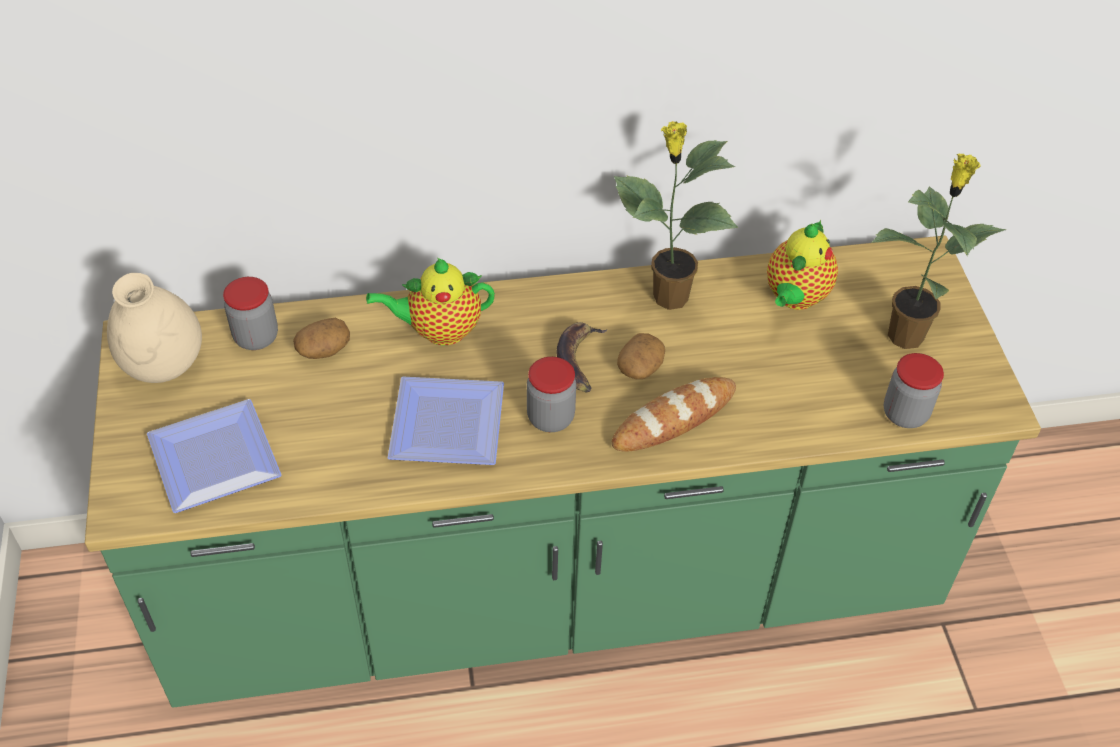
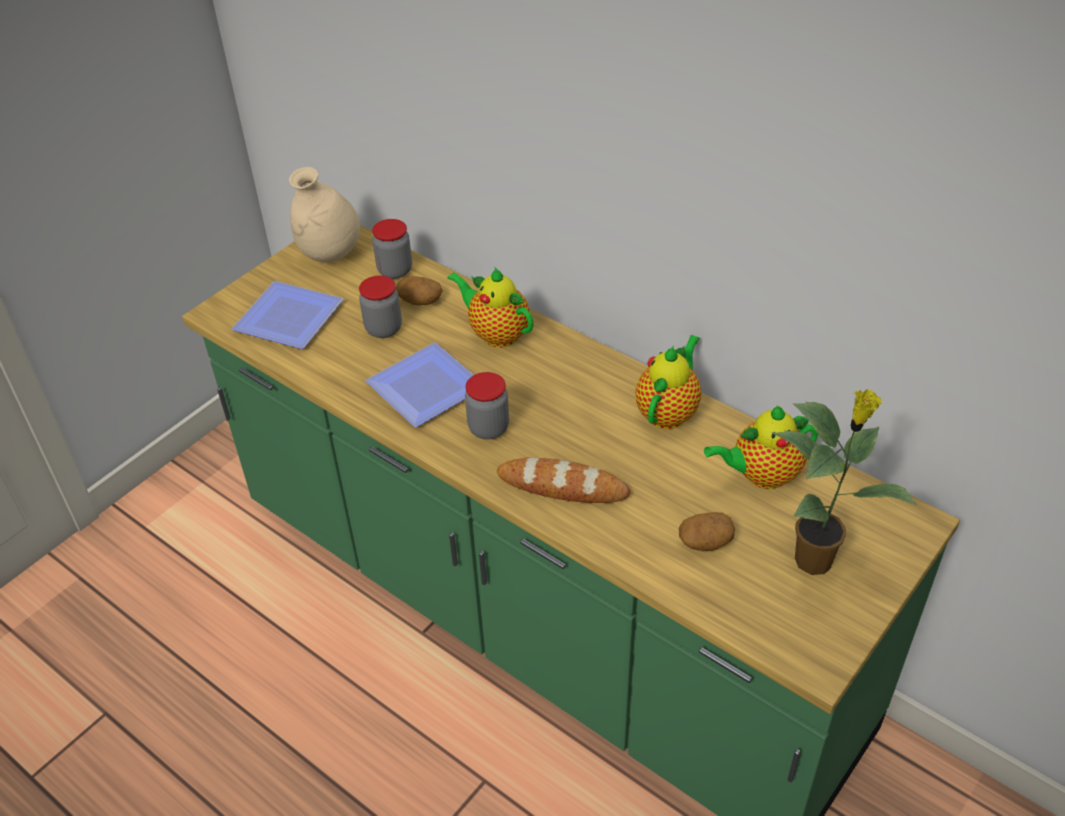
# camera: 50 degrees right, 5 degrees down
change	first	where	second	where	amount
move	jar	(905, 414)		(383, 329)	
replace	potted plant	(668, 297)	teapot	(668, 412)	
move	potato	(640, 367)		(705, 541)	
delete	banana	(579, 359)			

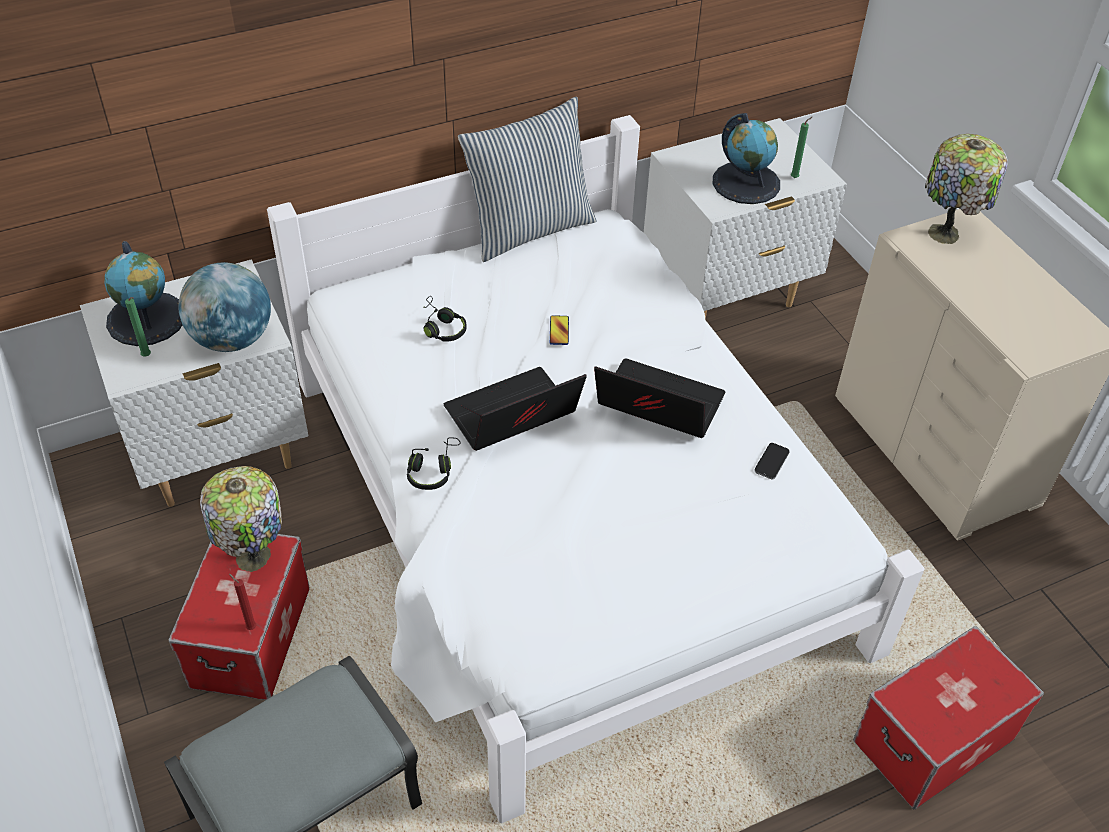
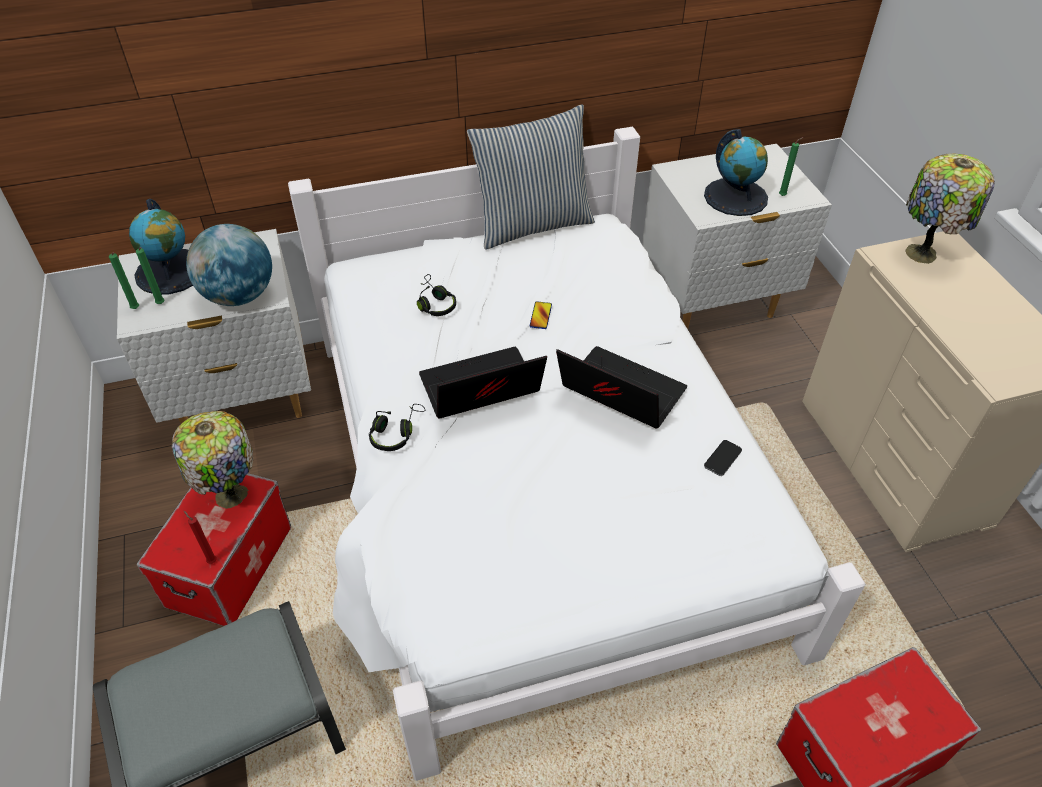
# camera: 10 degrees right, 0 degrees up
change	first	where	second	where	amount
insert			green candle	(136, 309)	

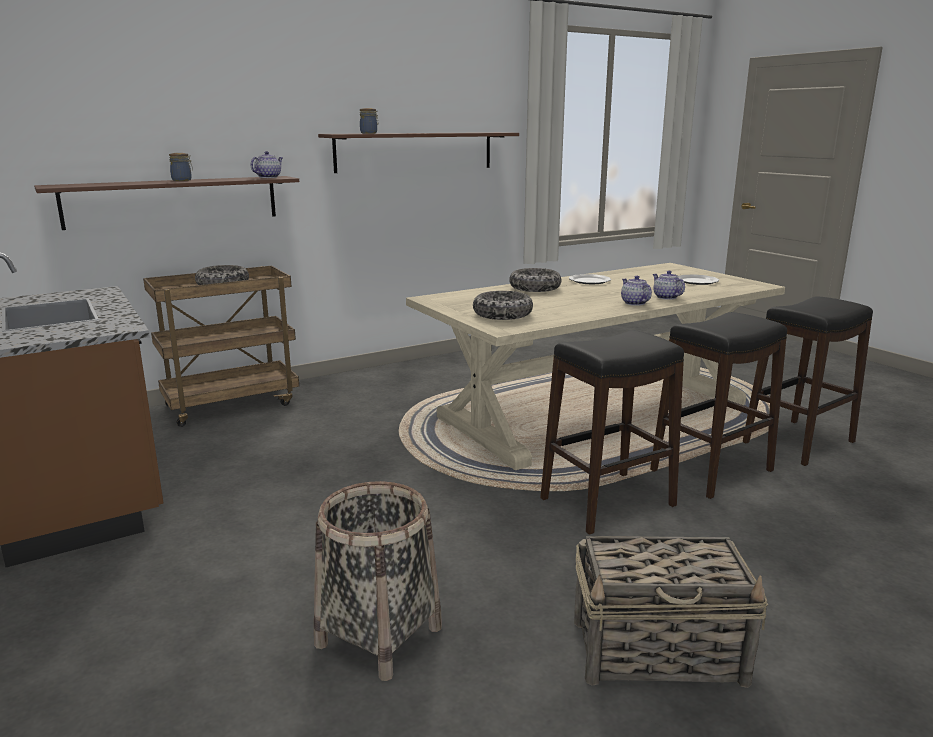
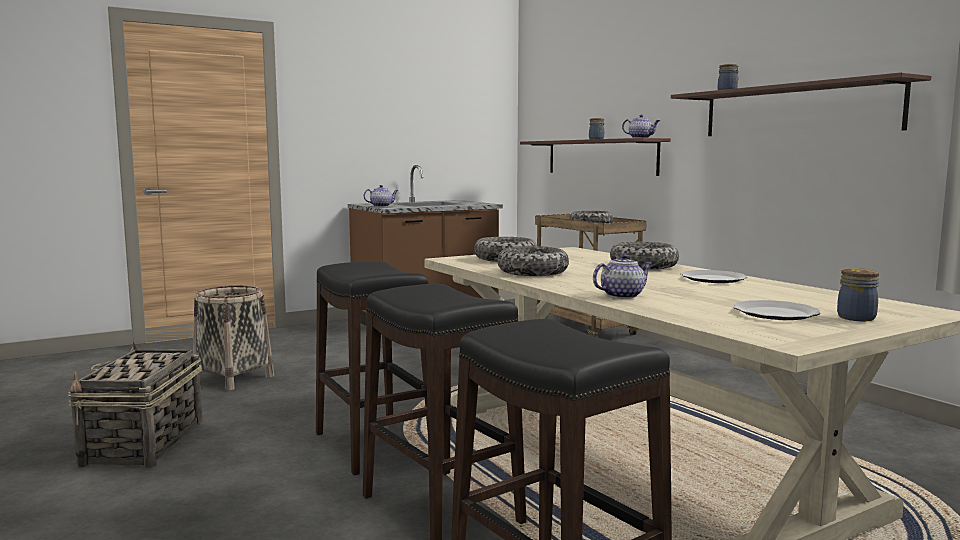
# camera: 90 degrees right, 10 degrees down
change	first	where	second	where	amount
move	teapot	(634, 303)		(381, 206)	
insert			bowl	(533, 272)	
insert			jar	(857, 318)	

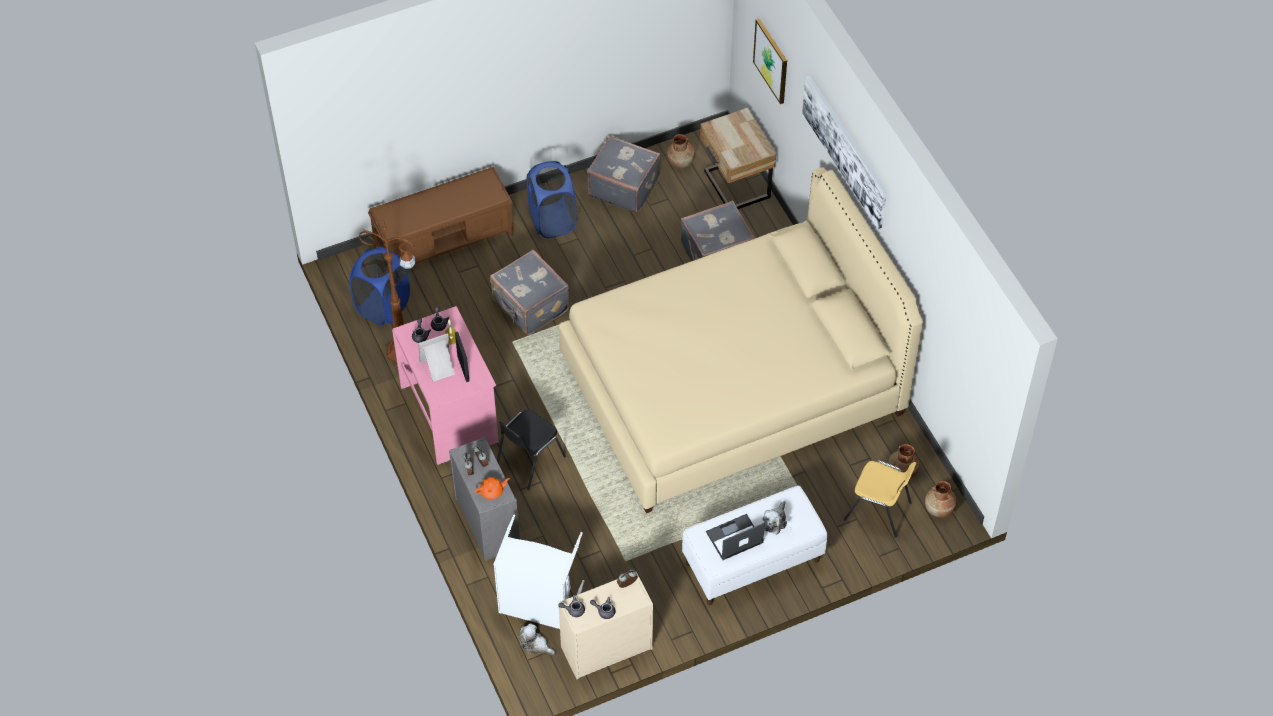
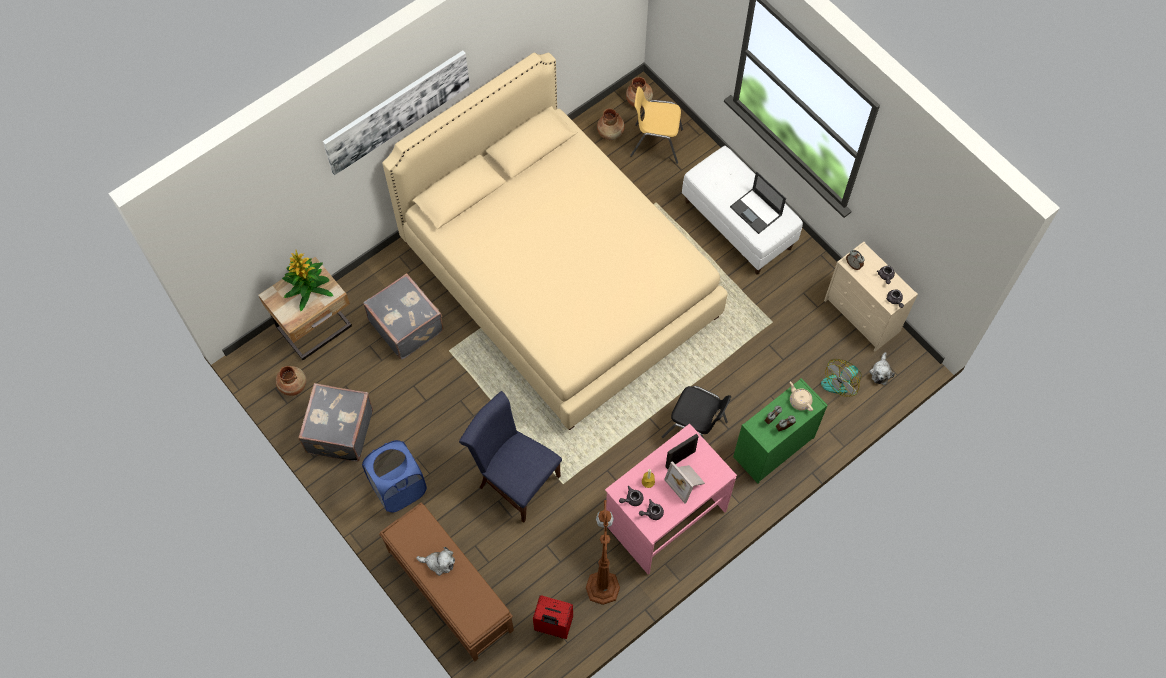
# camera: 105 degrees left, 10 degrees up
change	first	where	second	where	amount
insert			potted plant	(308, 289)	
move	plush toy	(775, 521)		(439, 563)	
replace	grey suitcase	(530, 306)	blue chair	(515, 479)	
replace	blue laundry basket	(383, 306)	red suitcase	(553, 625)	
rotate	yellow chair	(878, 511)		(656, 143)	90 degrees counterclockwise
recolor	grey dresser	(487, 521)	green dresser	(773, 448)	
recolor	orange teapot	(492, 491)	beige teapot	(799, 401)	
replace	white laundry basket	(538, 605)	fan	(841, 380)	
delete	picture	(771, 60)			

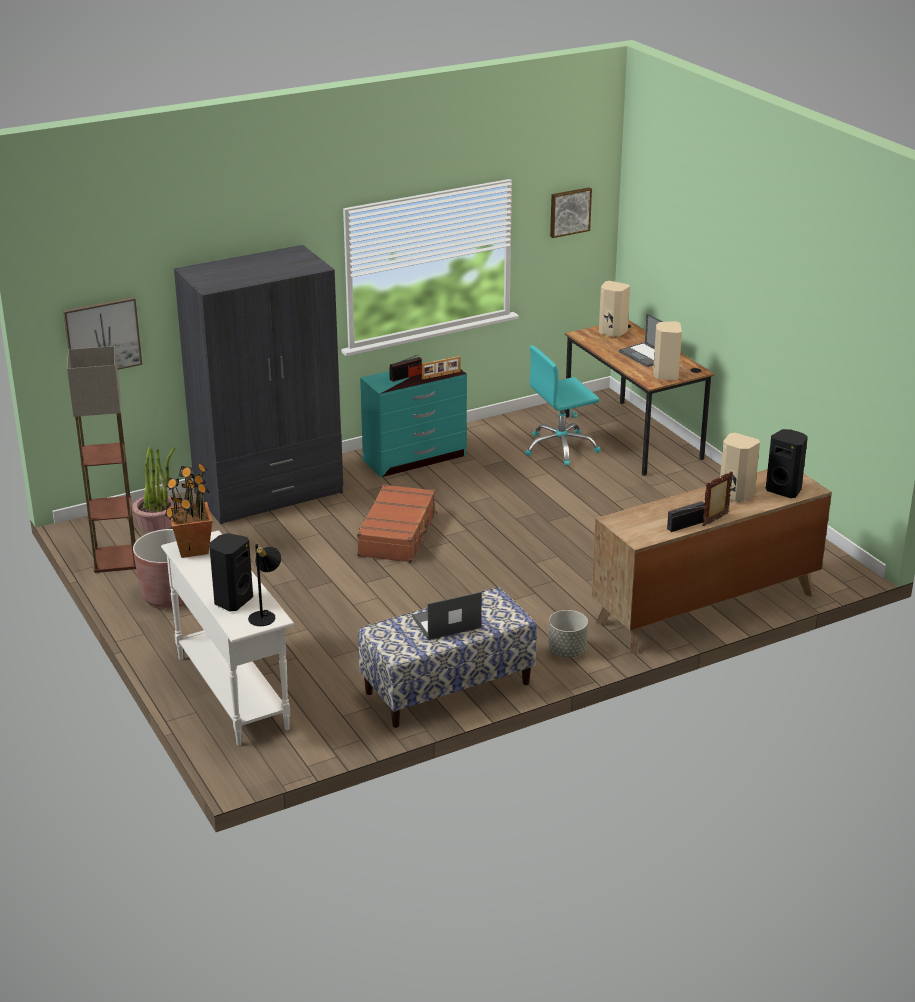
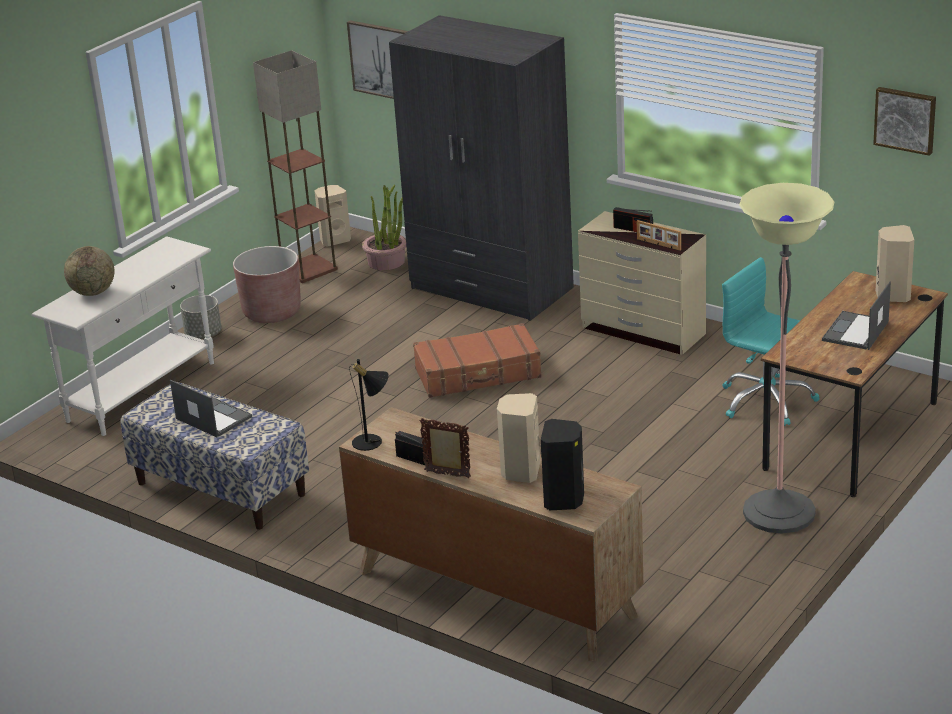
# camera: 65 degrees right, 0 degrees up
change	first	where	second	where	amount
replace	black speaker	(232, 601)	globe	(93, 292)	
move	grey planter	(566, 651)		(203, 334)	
move	beige speaker	(665, 375)		(334, 240)	
move	black table lamp	(265, 616)		(373, 442)	
recolor	turquoise dresser	(415, 458)	beige dresser	(643, 331)	
insert			floor lamp	(779, 512)	
delete	potted plant	(192, 548)			

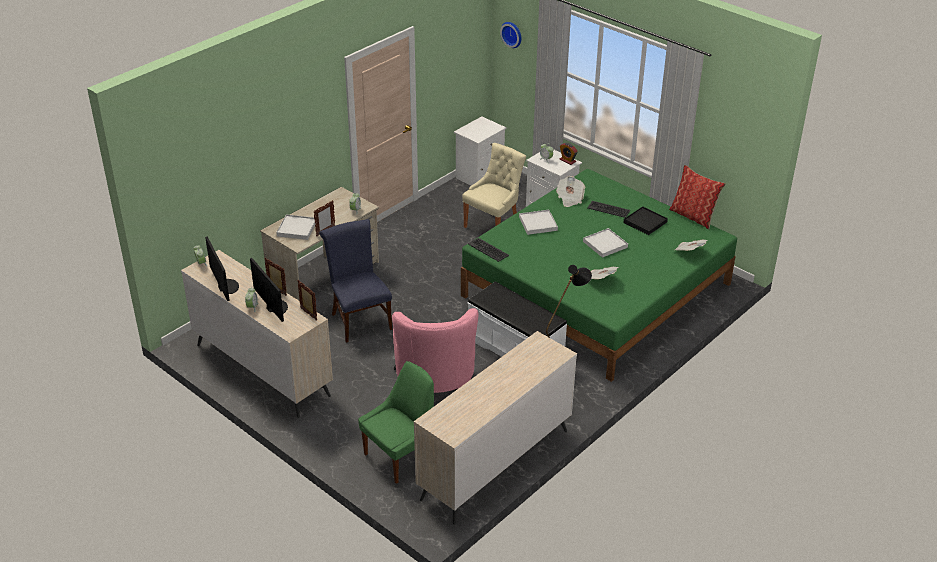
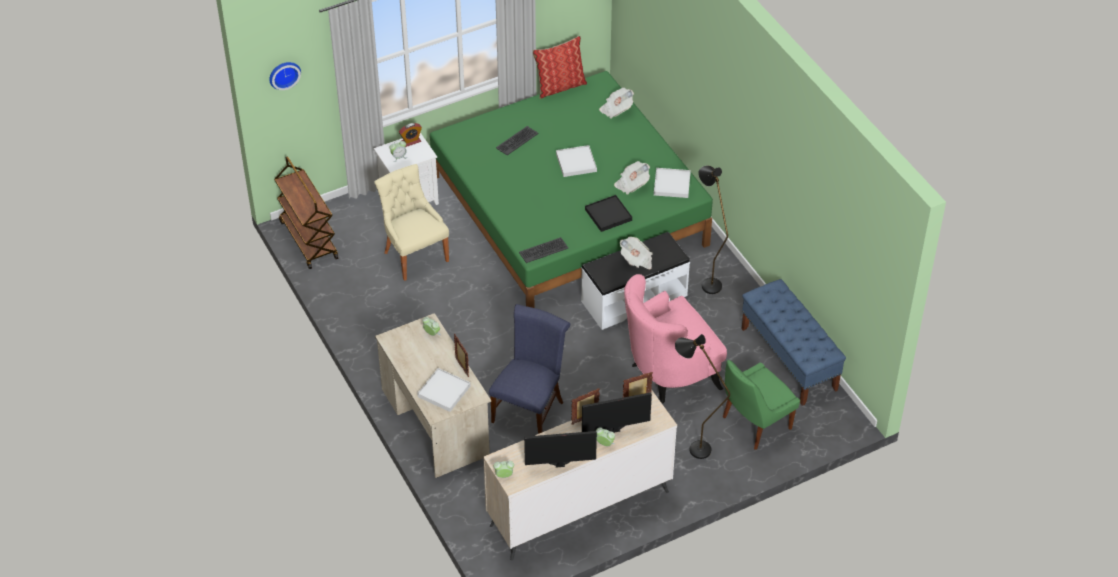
# camera: 70 degrees left, 10 degrees up
change	first	where	second	where	amount
replace	white nightstand	(479, 176)	brown cart	(308, 240)	
rotate	blue chair	(359, 319)		(530, 409)	120 degrees clockwise
move	black tray	(645, 222)		(608, 215)	
move	newspaper	(570, 198)		(636, 260)	
rotate	pink armchair	(435, 389)		(668, 374)	135 degrees clockwise
move	white tray	(538, 223)		(671, 184)	
insert			black floor lamp	(692, 448)	
rotate	green chair	(401, 456)		(754, 424)	105 degrees counterclockwise
replace	beige dresser	(494, 464)	blue bench	(789, 359)	

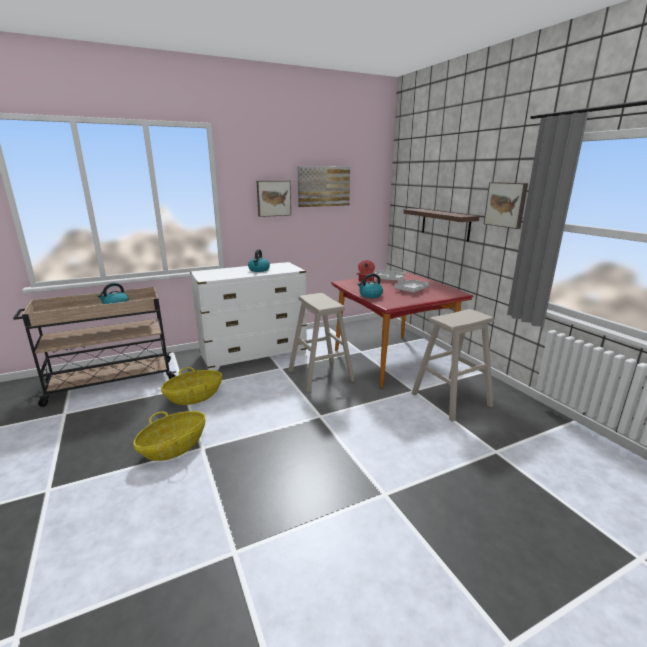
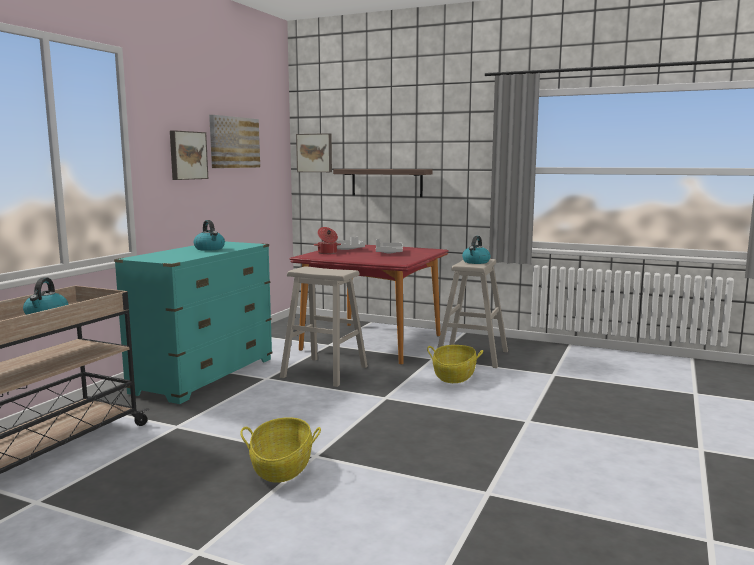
# camera: 40 degrees left, 10 degrees down
change	first	where	second	where	amount
recolor	white dresser	(253, 354)	turquoise dresser	(204, 376)	
move	picture	(506, 204)		(315, 153)	
move	basket	(194, 397)		(454, 376)	
move	kettle	(370, 295)		(476, 262)	

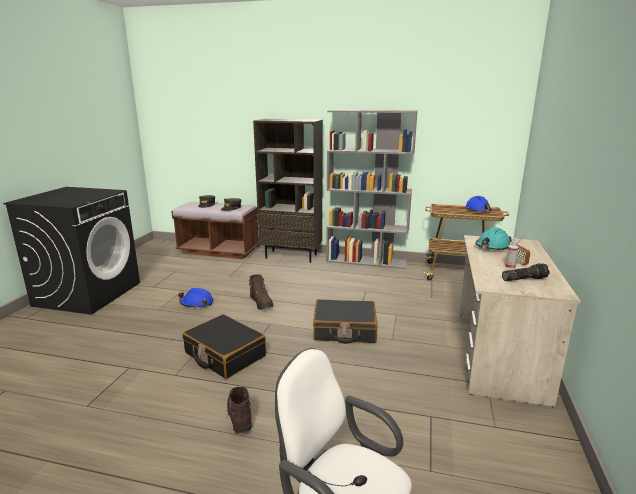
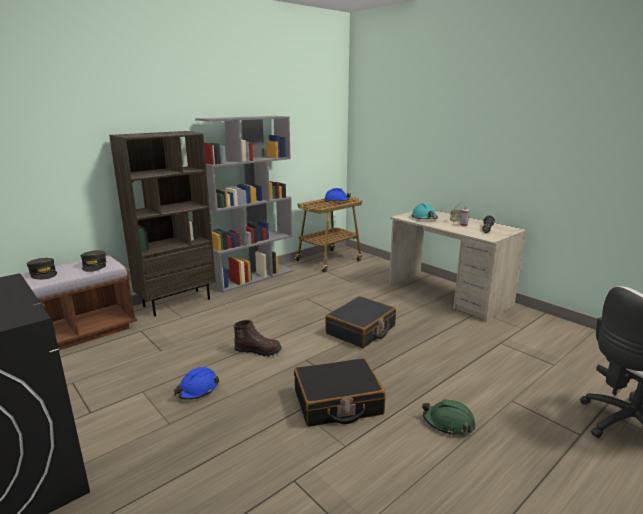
# camera: 55 degrees left, 0 degrees up
change	first	where	second	where	amount
replace	brown boot	(239, 416)	green hard hat	(448, 423)	

